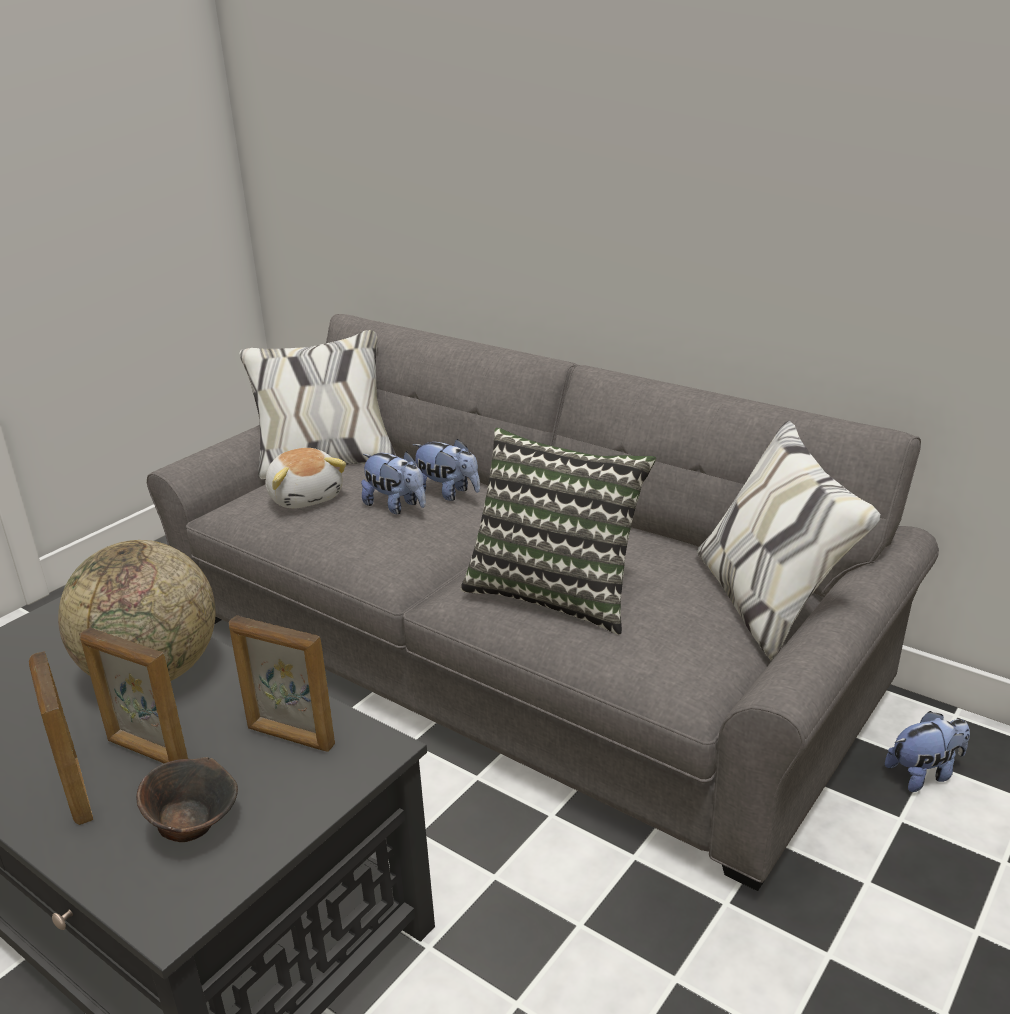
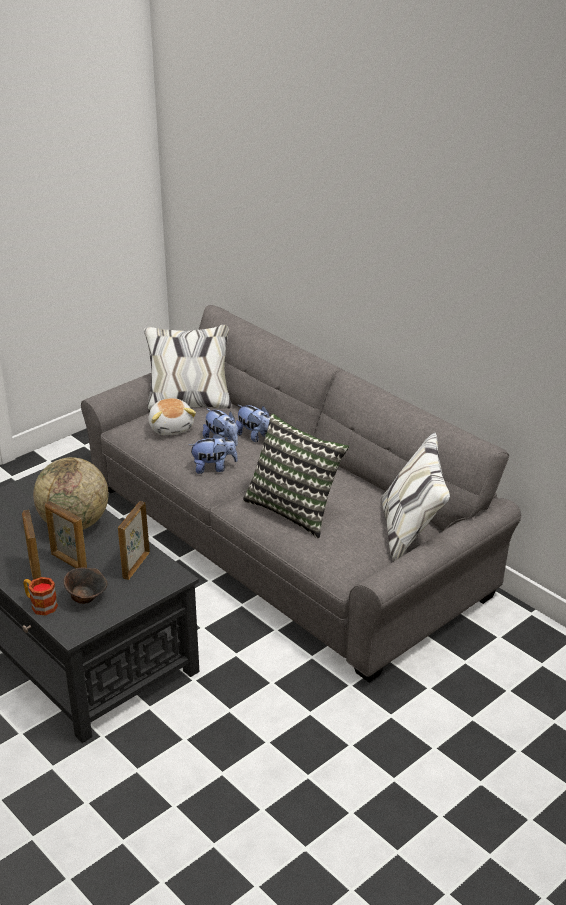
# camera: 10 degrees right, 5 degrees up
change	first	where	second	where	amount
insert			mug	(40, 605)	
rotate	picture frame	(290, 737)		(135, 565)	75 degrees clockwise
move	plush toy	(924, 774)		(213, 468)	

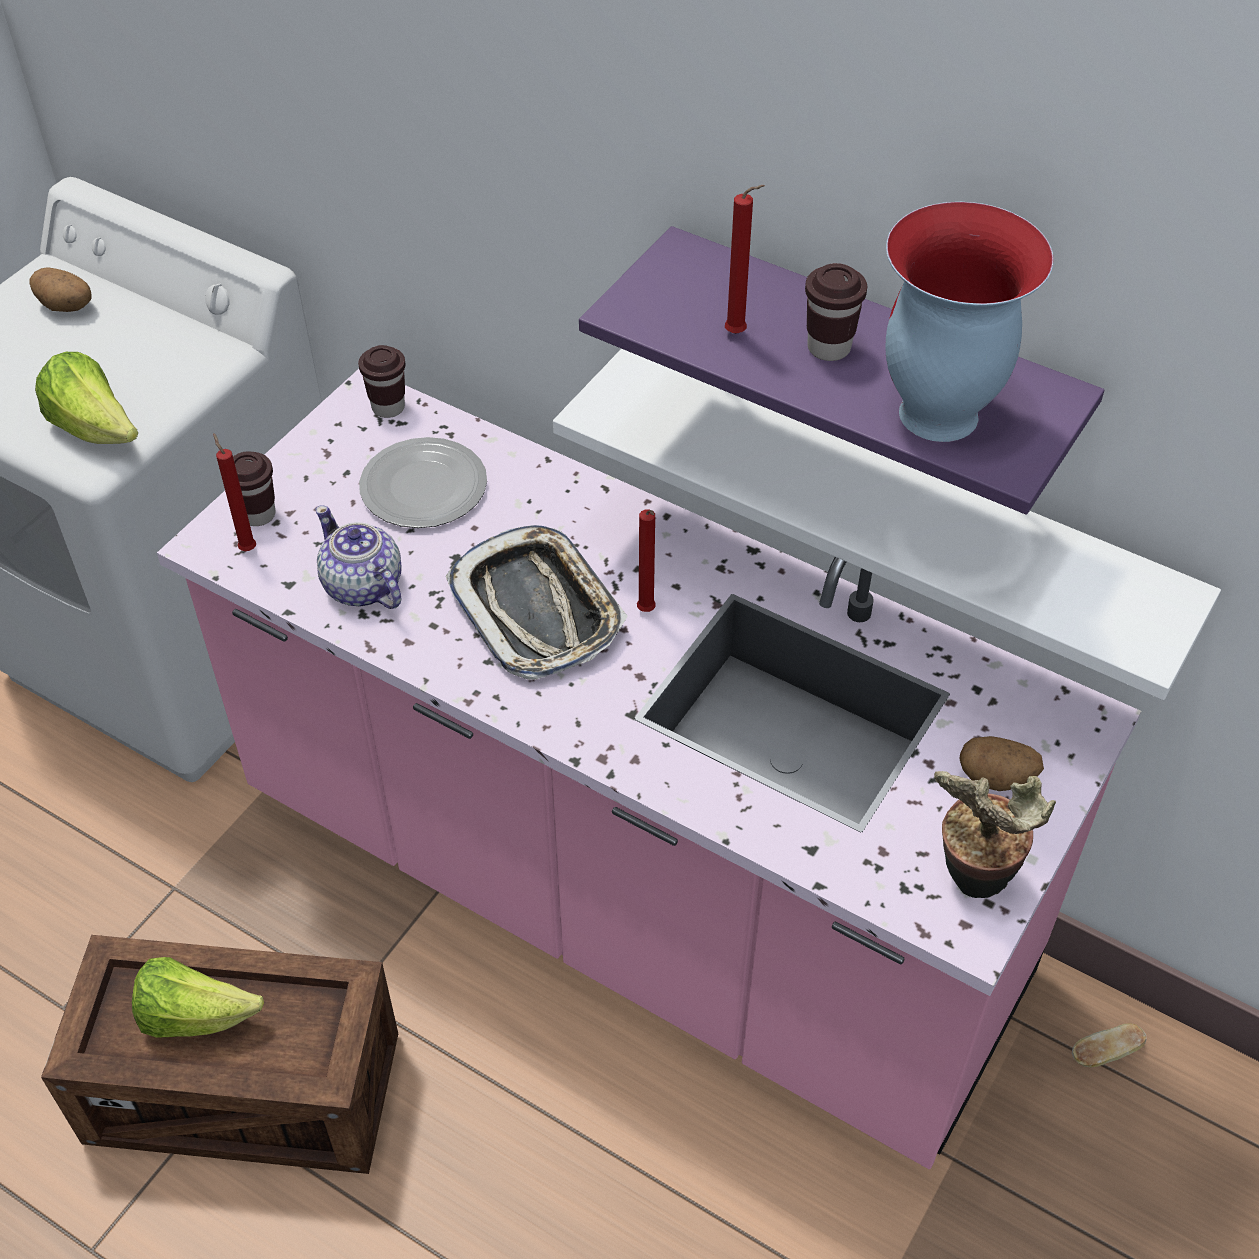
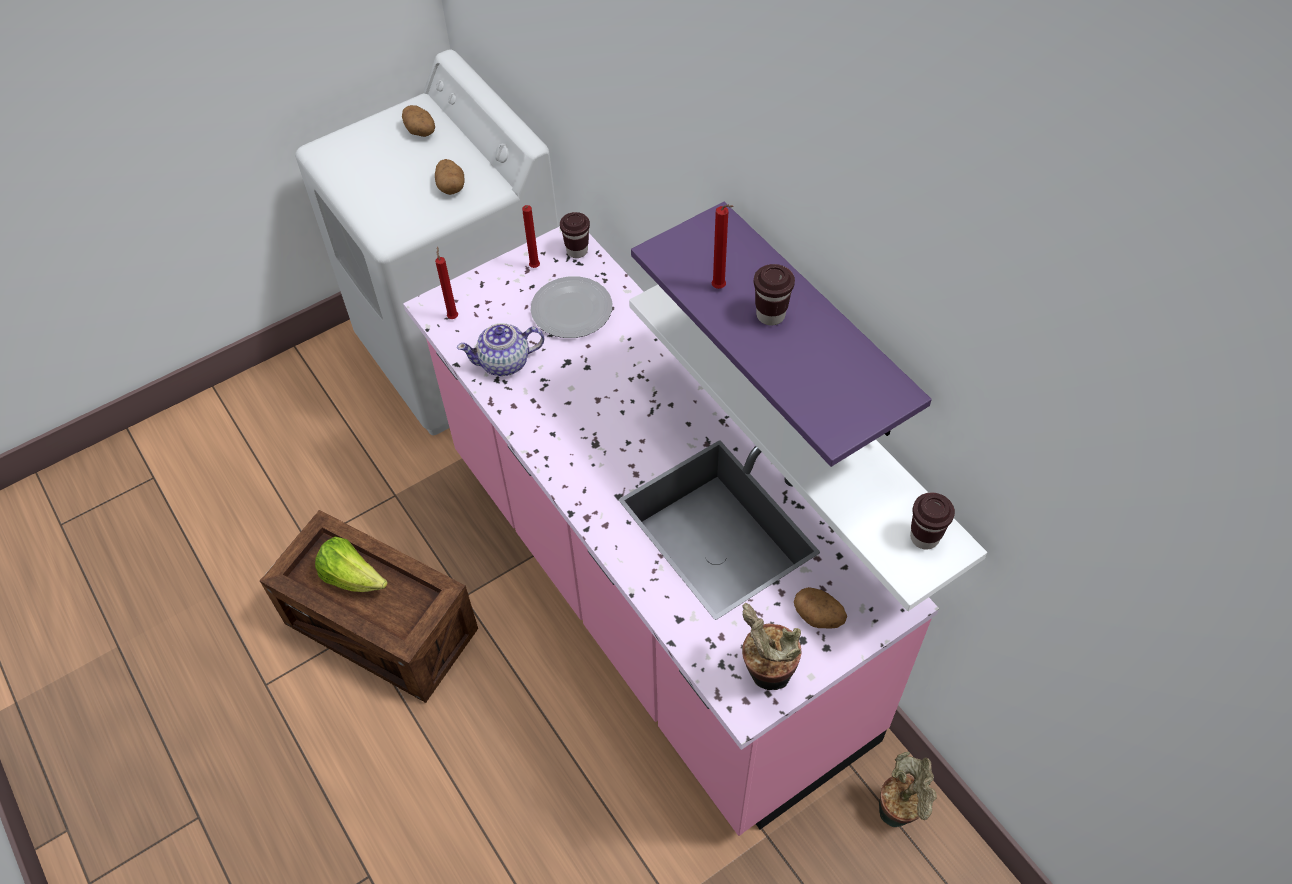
# camera: 25 degrees right, 5 degrees up
change	first	where	second	where	amount
insert			potato	(451, 187)	
rotate	teapot	(362, 587)		(505, 362)	90 degrees counterclockwise
move	red candle	(647, 612)		(534, 268)	
replace	bread	(1105, 1053)	potted plant	(899, 811)	
move	brown cup	(258, 514)		(924, 537)	
delete	lettuce	(96, 429)			
delete	tray	(537, 609)			
delete	vase	(938, 416)			

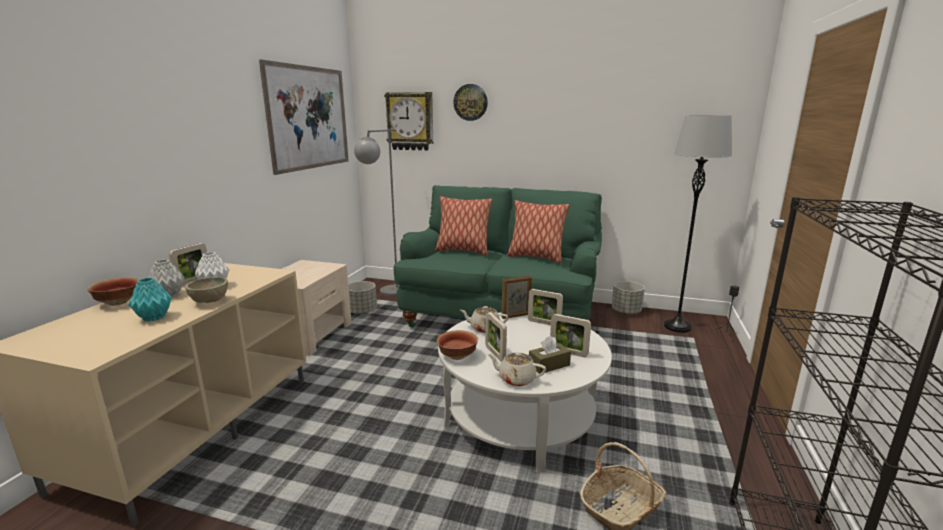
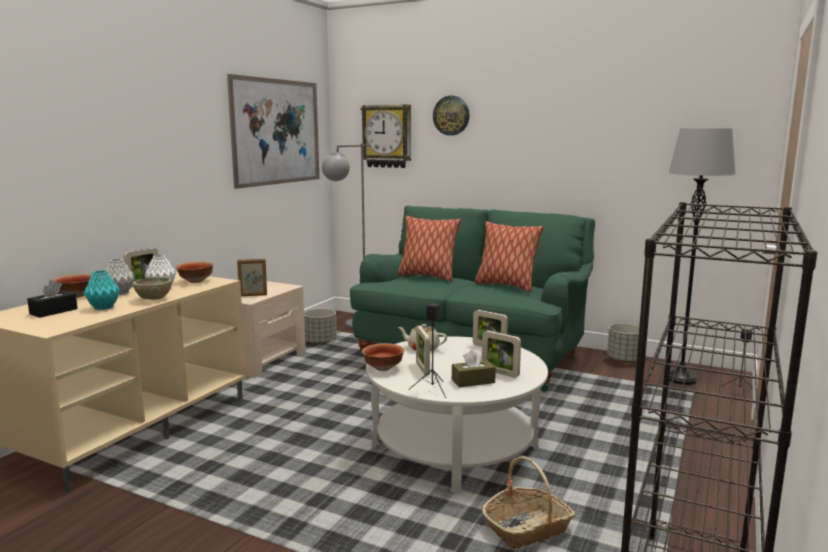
# camera: 10 degrees right, 5 degrees down
change	first	where	second	where	amount
insert			black tissue box	(53, 311)	
insert			bowl	(196, 281)	
move	picture frame	(516, 316)		(253, 295)	
replace	beige teapot	(516, 379)	black speaker	(432, 389)	

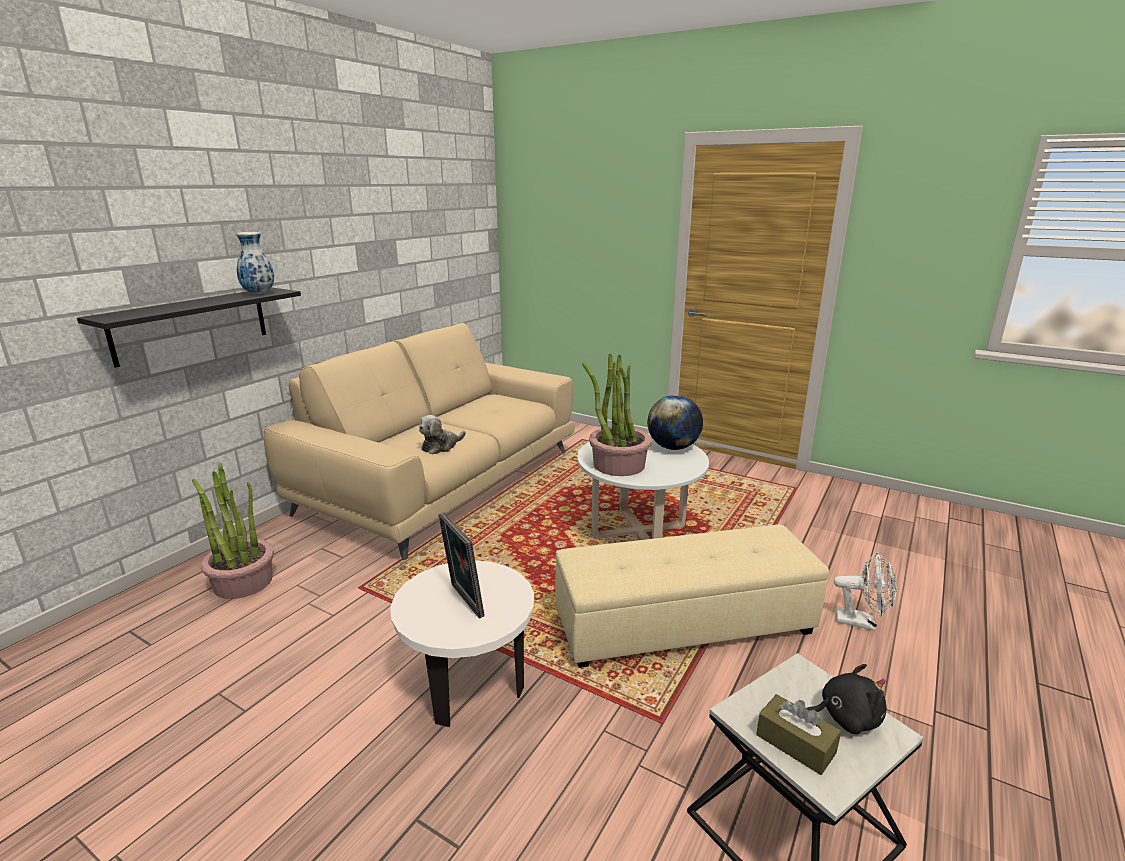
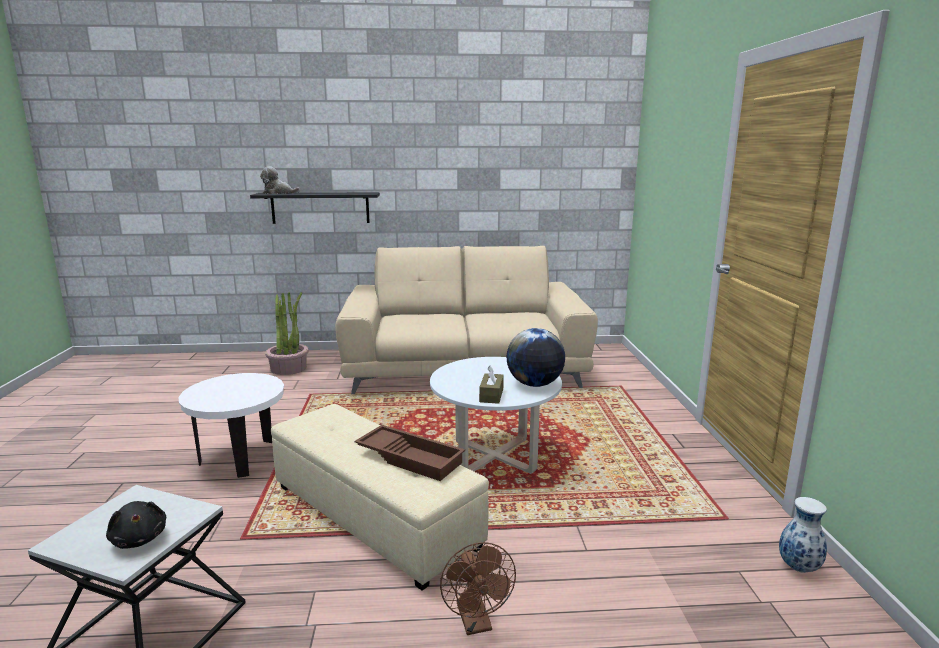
# camera: 55 degrees right, 5 degrees down
change	first	where	second	where	amount
move	plush toy	(441, 446)		(278, 193)	
insert			brown tray	(411, 457)	
recolor	white fan	(861, 622)	brown fan	(476, 623)	
move	brown tissue box	(795, 744)		(491, 395)	
move	vase	(259, 293)		(799, 567)	
delete	picture frame	(463, 601)			
delete	potted plant	(618, 465)			

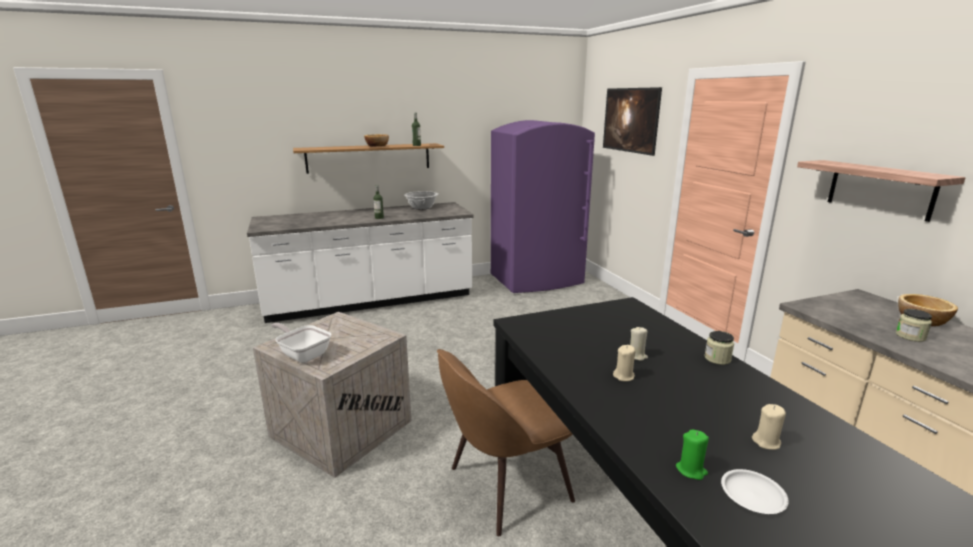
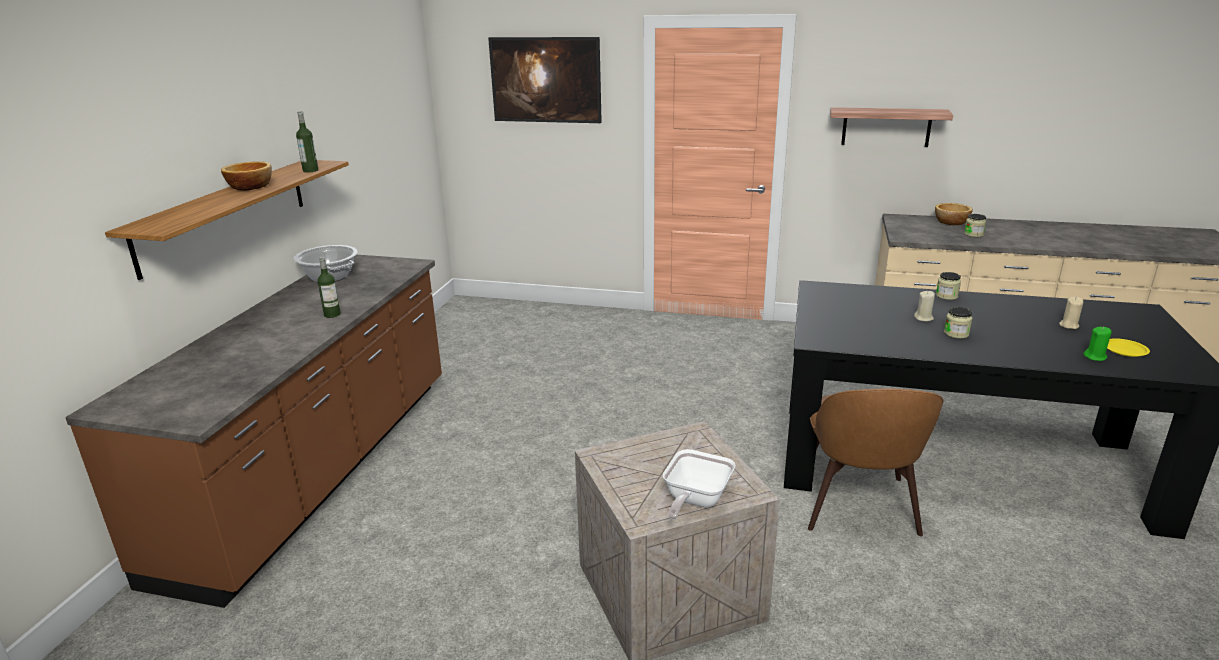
# camera: 55 degrees left, 5 degrees up
change	first	where	second	where	amount
recolor	white counter	(371, 301)	brown counter	(319, 470)	
rotate	frying pan	(303, 354)		(694, 500)	45 degrees counterclockwise
replace	beige candle	(624, 376)	jar	(956, 334)	
recolor	white plate	(752, 494)	yellow plate	(1124, 350)	
delete	purple fridge	(537, 280)			

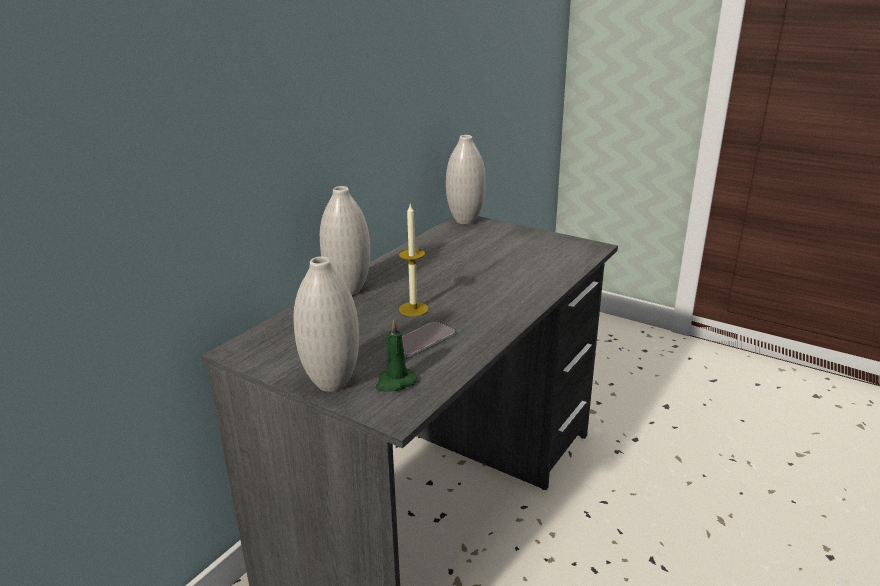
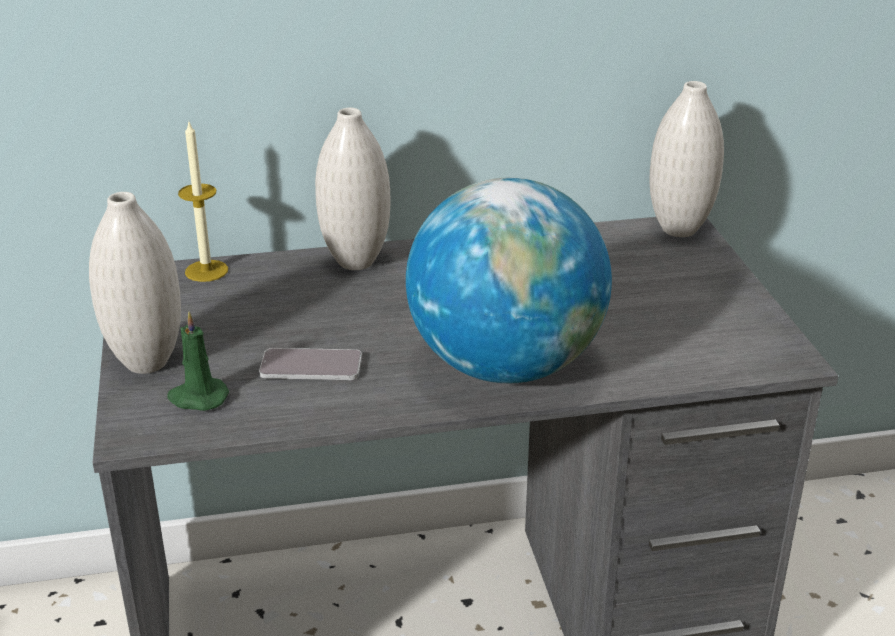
# camera: 45 degrees right, 5 degrees up
change	first	where	second	where	amount
move	candle	(413, 309)		(206, 271)	
insert			globe	(505, 365)	

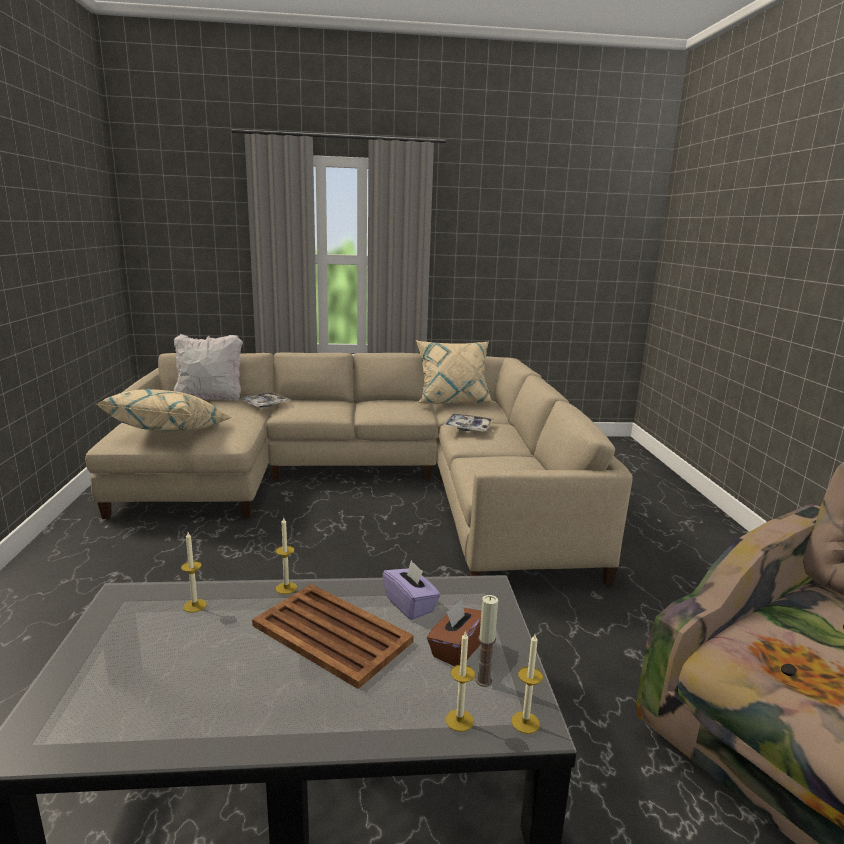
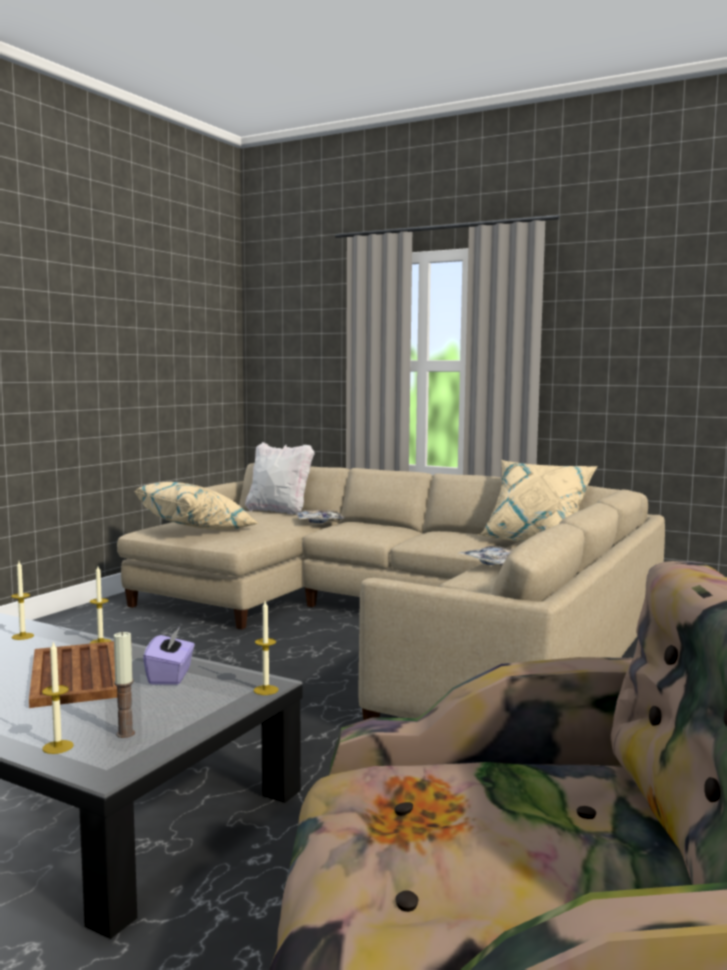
# camera: 35 degrees right, 10 degrees down
change	first	where	second	where	amount
move	candle	(525, 722)		(266, 690)	
delete	brown tissue box	(457, 649)			

